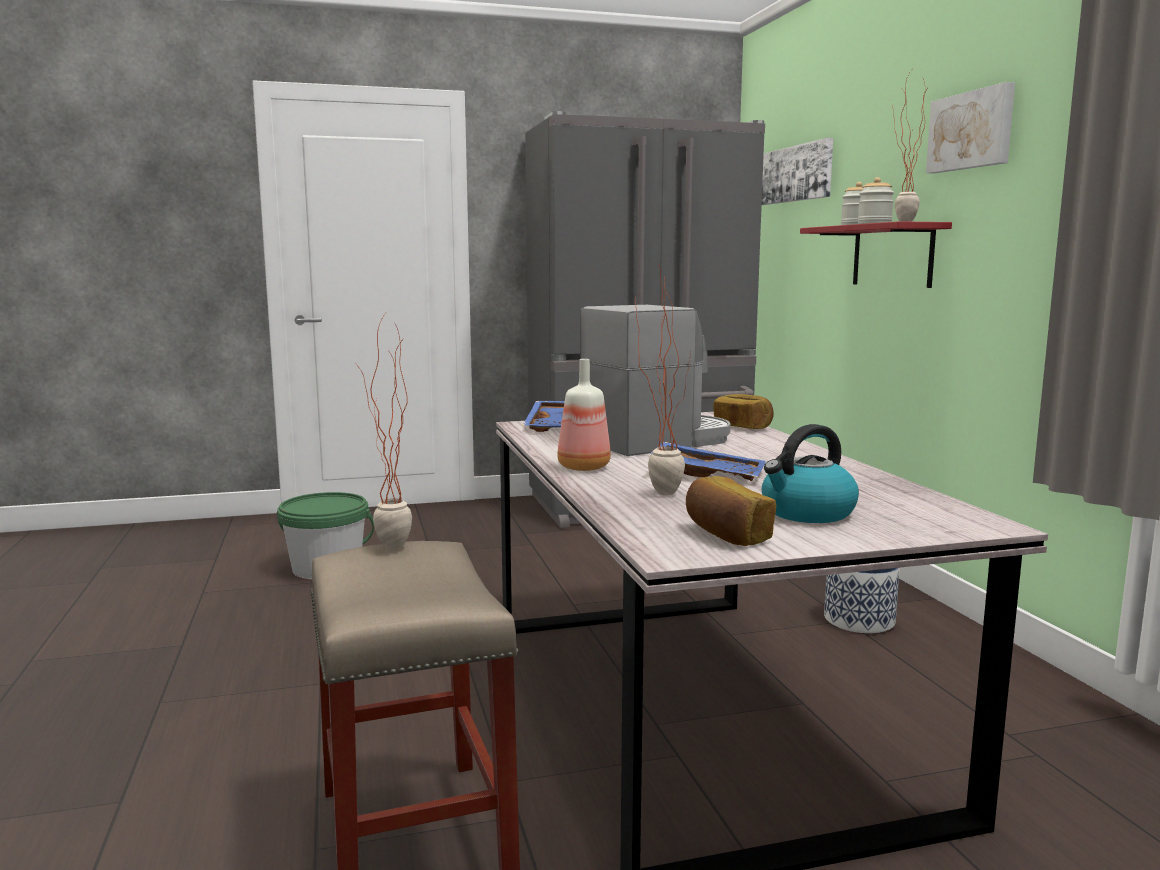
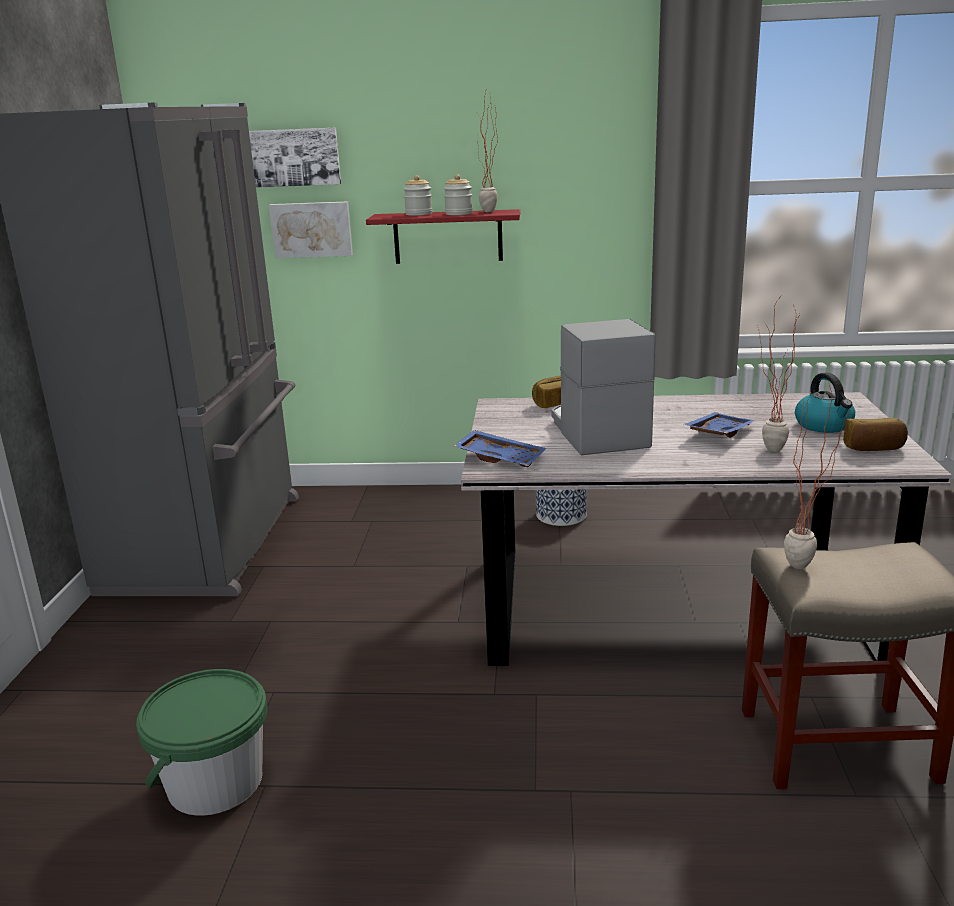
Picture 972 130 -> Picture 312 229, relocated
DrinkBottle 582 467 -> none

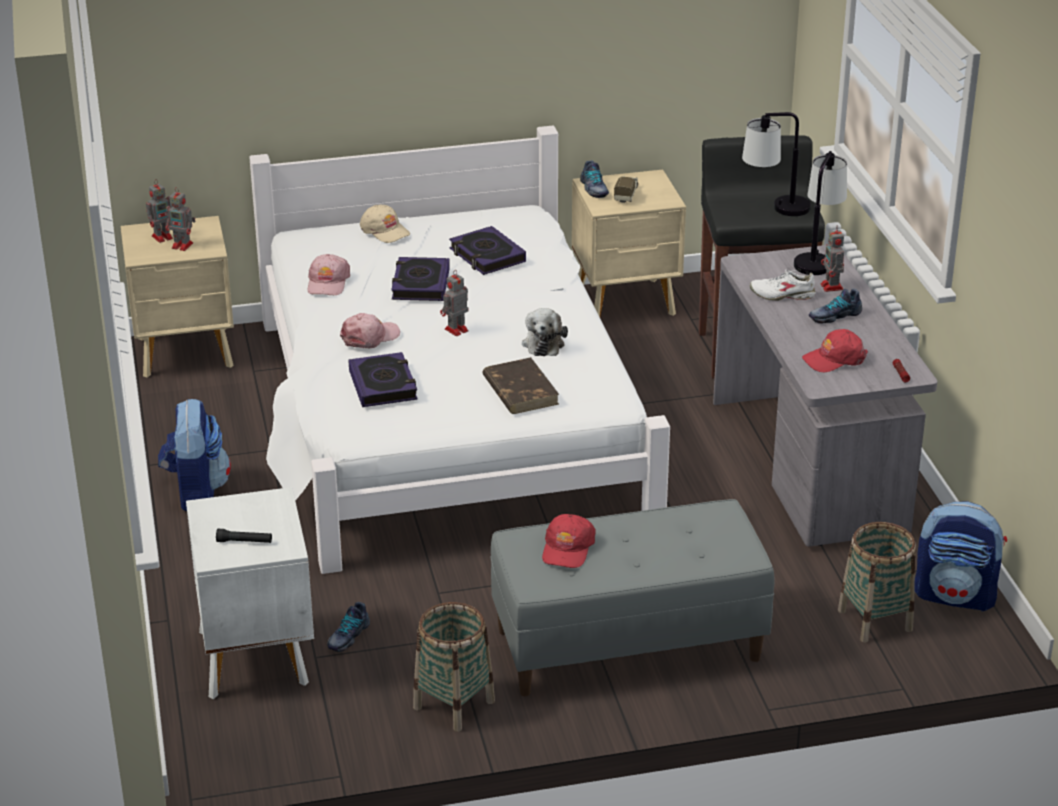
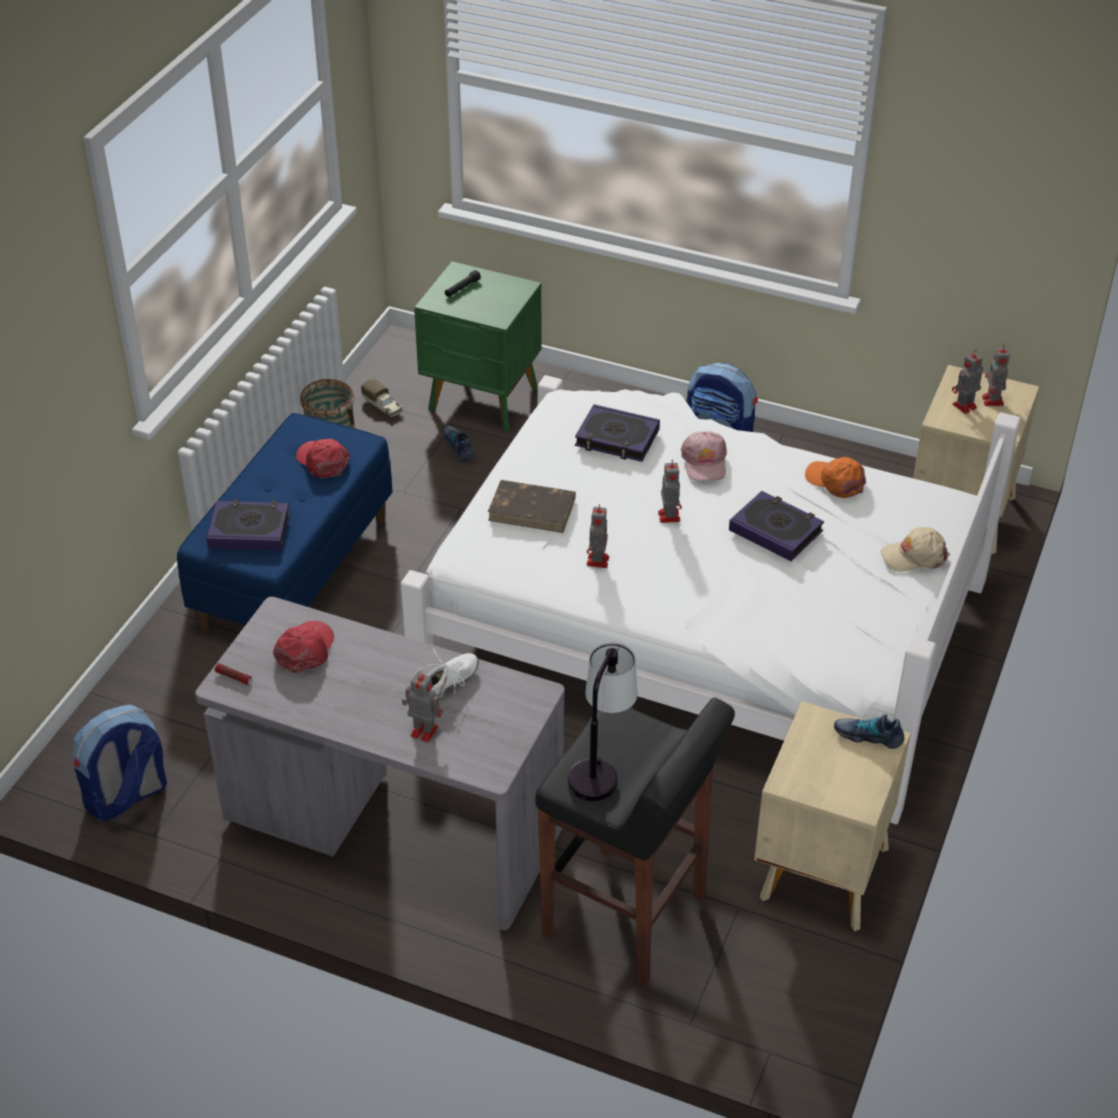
GrayIndoorBench 627 646 -> BluishIndoorBench 294 572
Volume 487 256 -> Volume 249 530, relocated
ToyLorry 626 194 -> ToyLorry 383 407, relocated
WhiteColouredNightTable 255 655 -> GreenishNightTable 484 400
SoftToy 543 343 -> ToyRobot 597 562
PinkishCap 328 282 -> OrangeCap 835 481
TableLamp 816 258 -> none
LowShoe 834 315 -> none
Basket 875 620 -> none

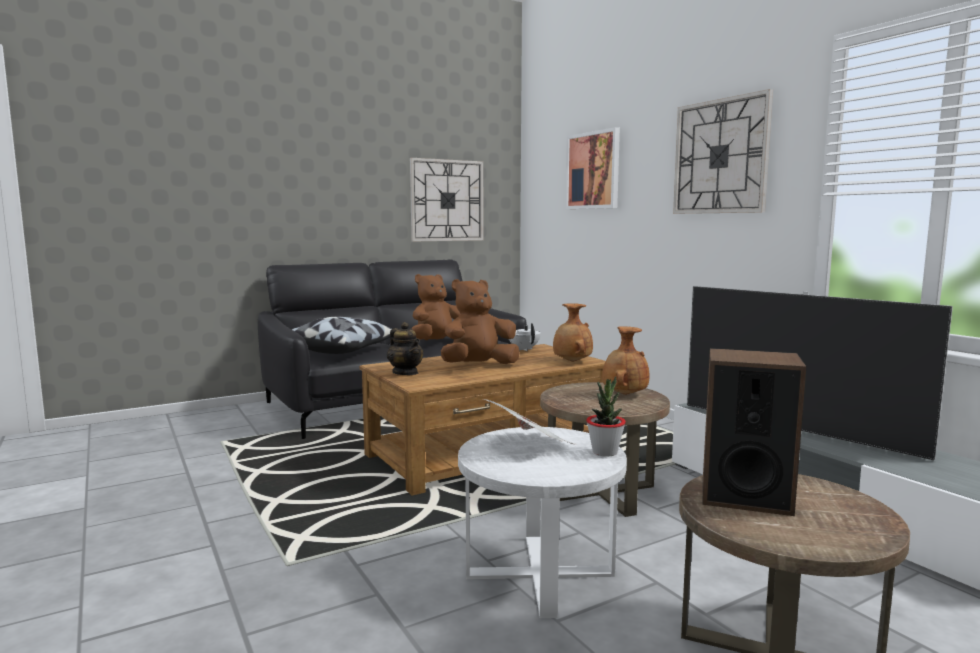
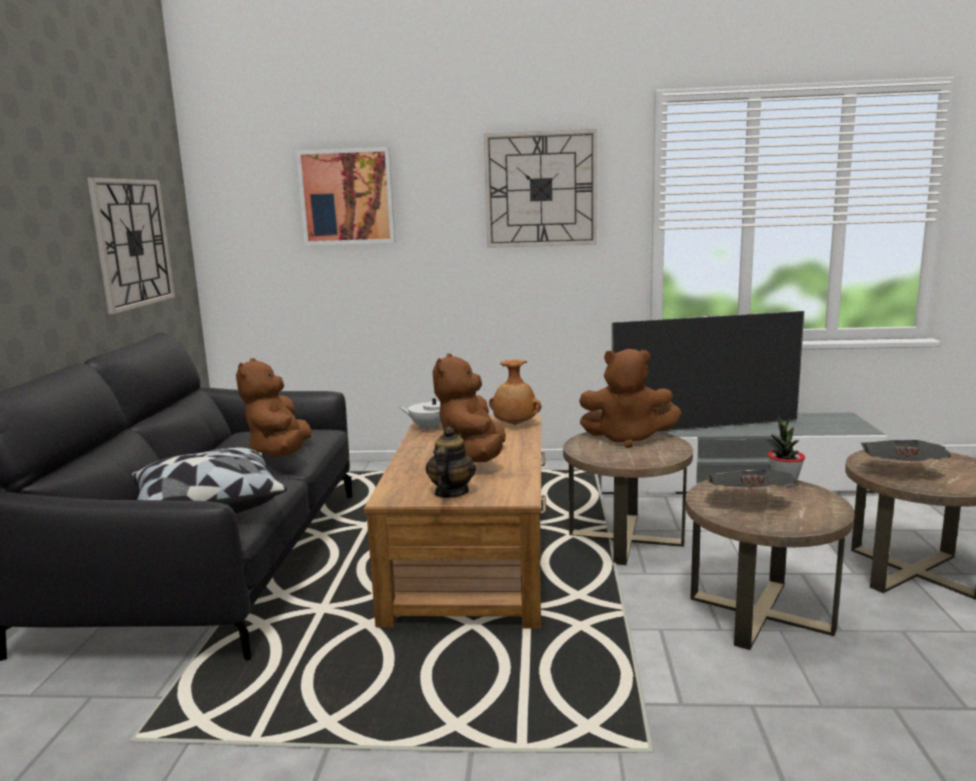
Teapot 405 373 -> Teapot 451 492, 75 degrees counterclockwise
BrownFlowerVase 624 394 -> BrownSoftToy 627 439
WhiteColouredAccentTable 539 573 -> BrownAccentTable 760 613
Speaker 745 496 -> DailyPaper 902 472

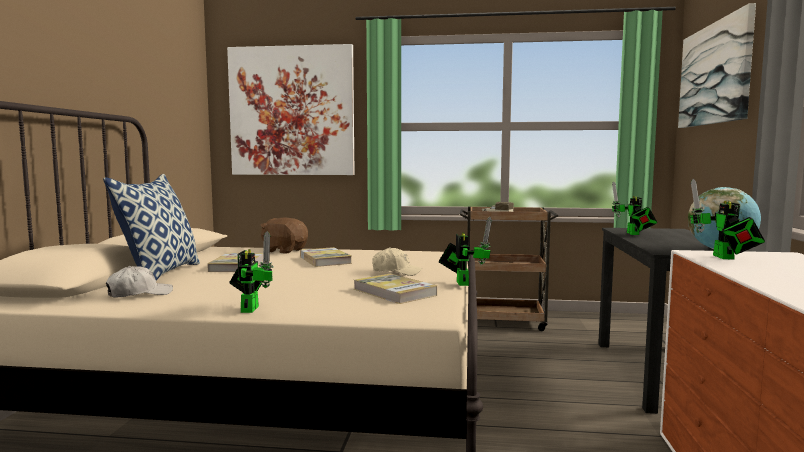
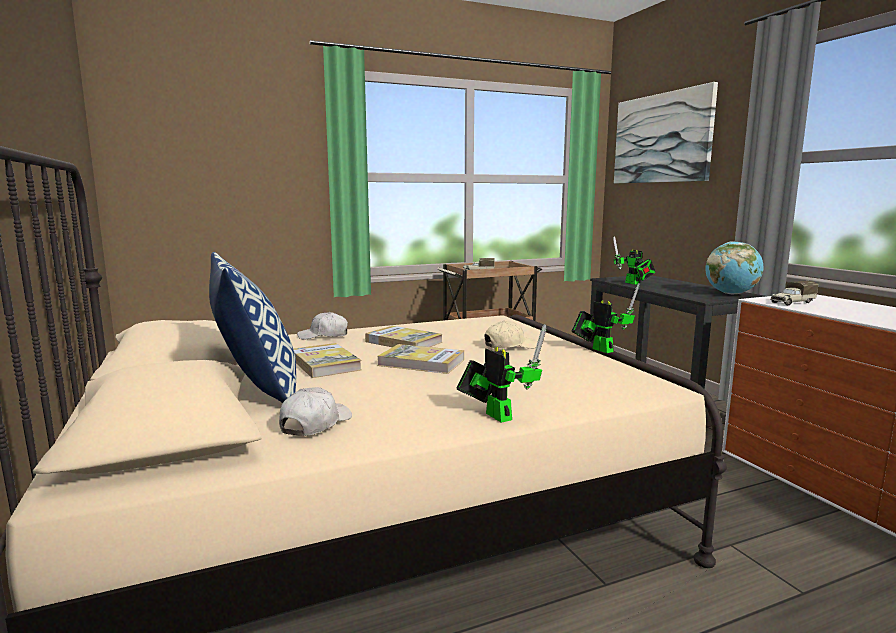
BrownSoftToy 284 250 -> WhiteColouredCap 324 336
Volume 394 292 -> Volume 421 363, relocated
ToyRobot 725 258 -> ToyLorry 791 303
Picture 292 111 -> none

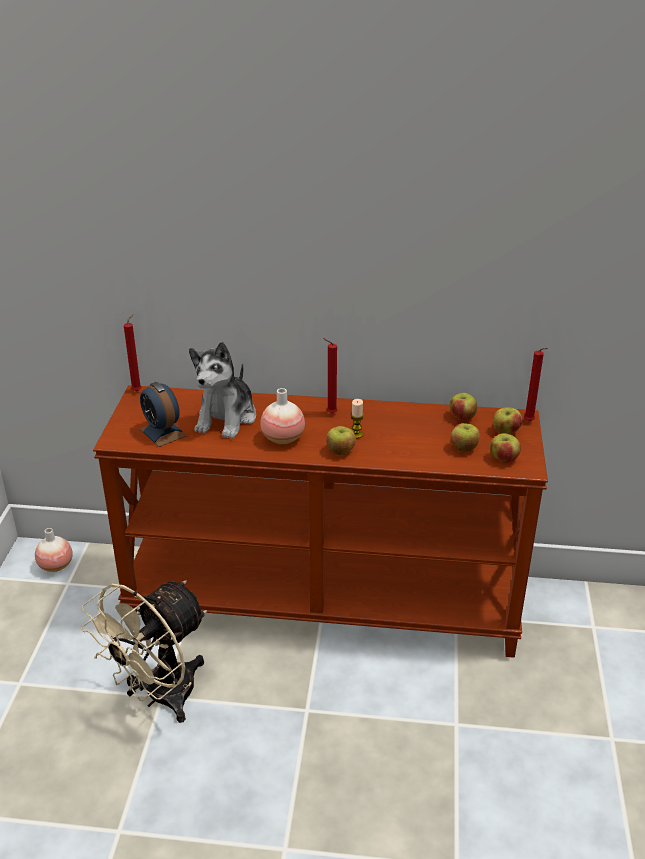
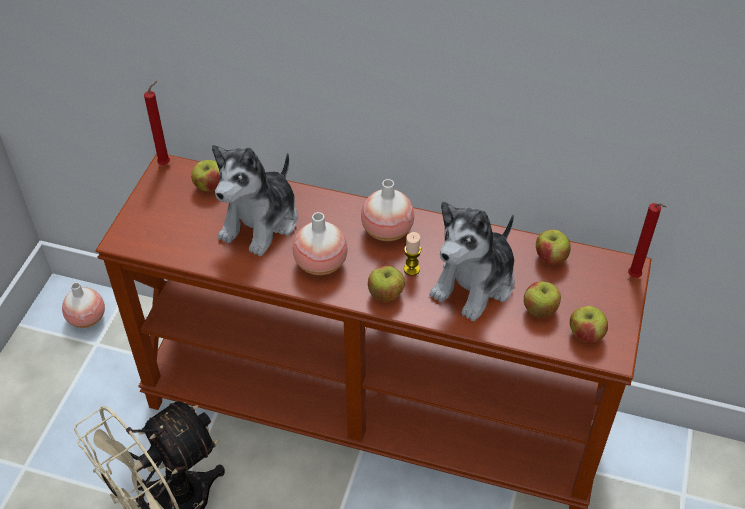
Apple 506 432 -> Apple 210 187, relocated
RedWaxCandle 330 413 -> FlowerVase 387 230
none -> SoftToy 475 283
BedsideClock 162 432 -> none

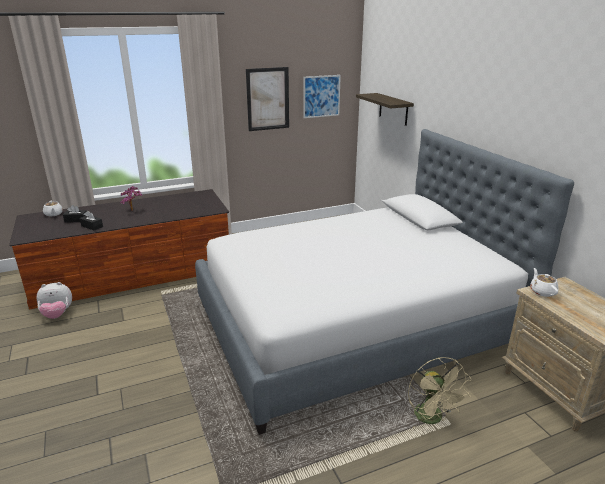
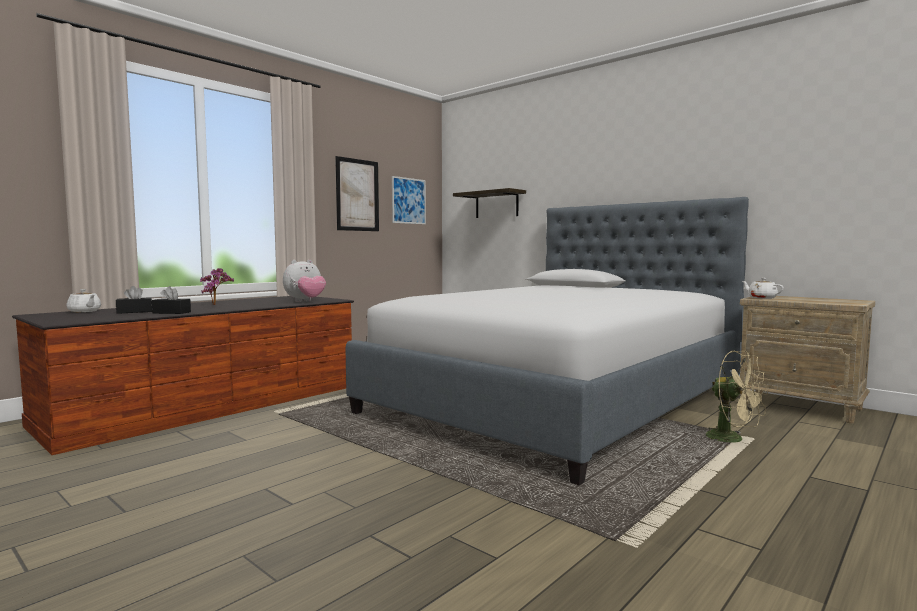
SoftToy 57 314 -> SoftToy 305 301, relocated

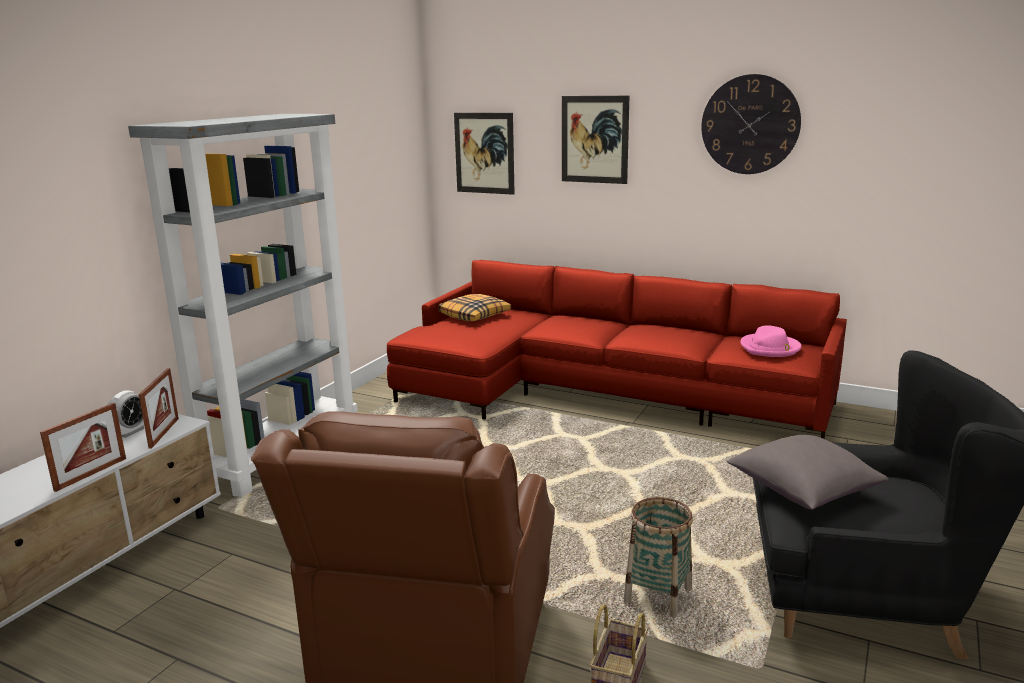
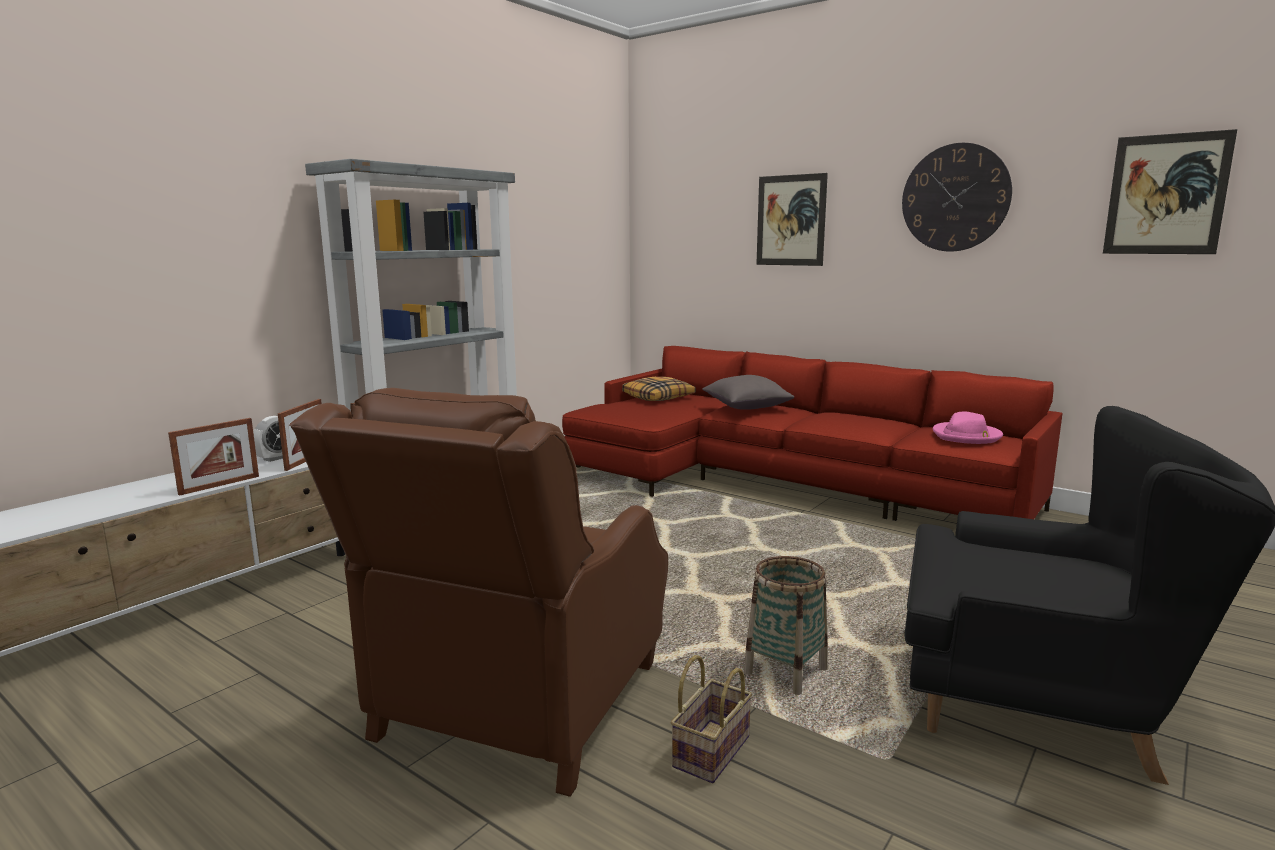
GrayPillow 802 491 -> GrayPillow 746 407, relocated
Picture 484 153 -> Picture 1166 194, relocated

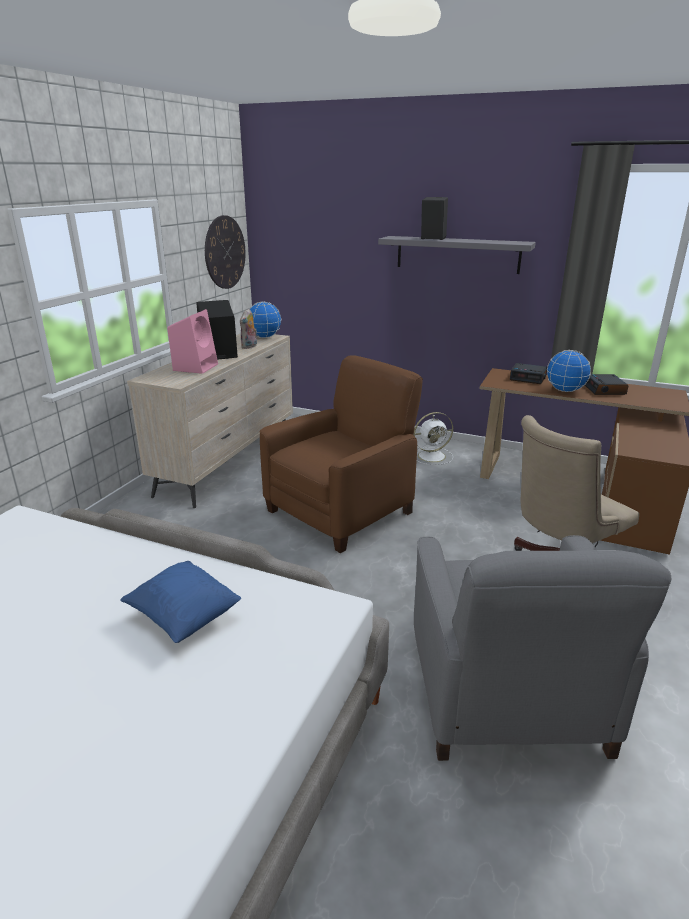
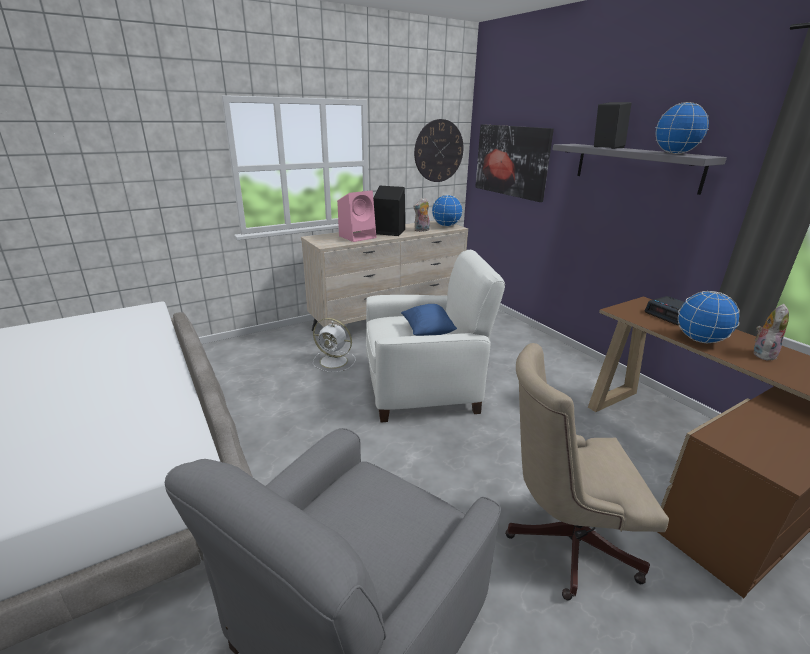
WhiteColouredFan 433 456 -> WhiteColouredFan 335 361, relocated
BrownArmchair 341 511 -> WhiteColouredArmchair 423 388
BluishPillow 184 617 -> BluishPillow 427 332, relocated
none -> Picture 511 161
none -> WorldGlobe 674 153
BedsideClock 605 389 -> SoftToy 762 353

